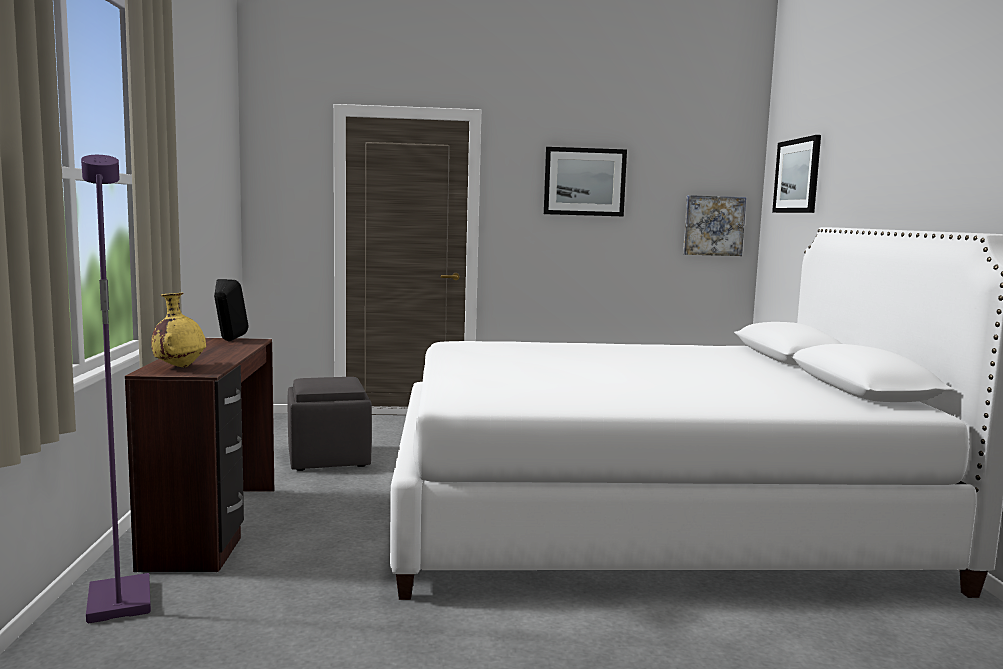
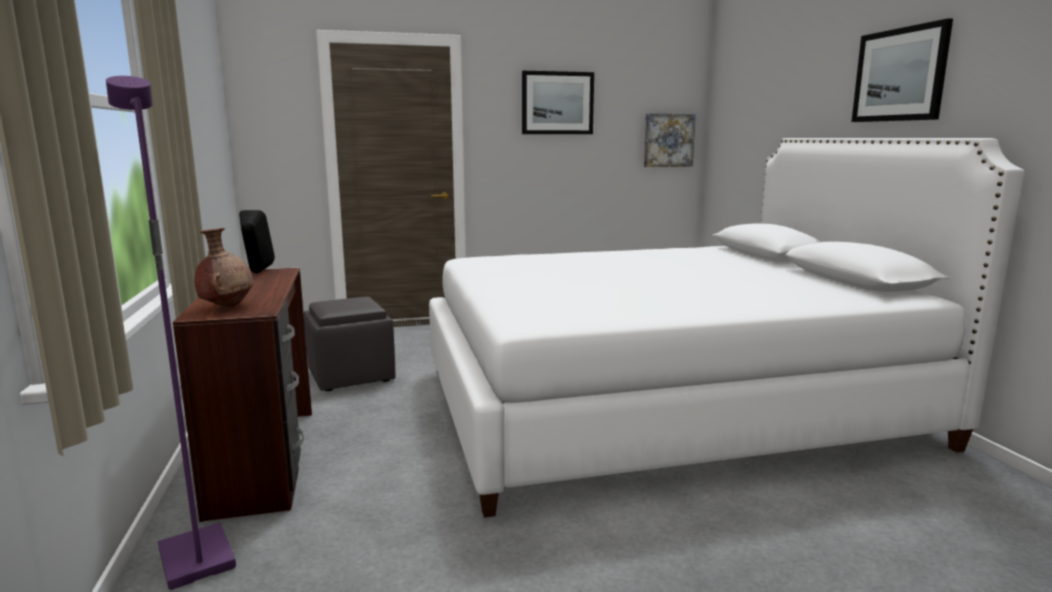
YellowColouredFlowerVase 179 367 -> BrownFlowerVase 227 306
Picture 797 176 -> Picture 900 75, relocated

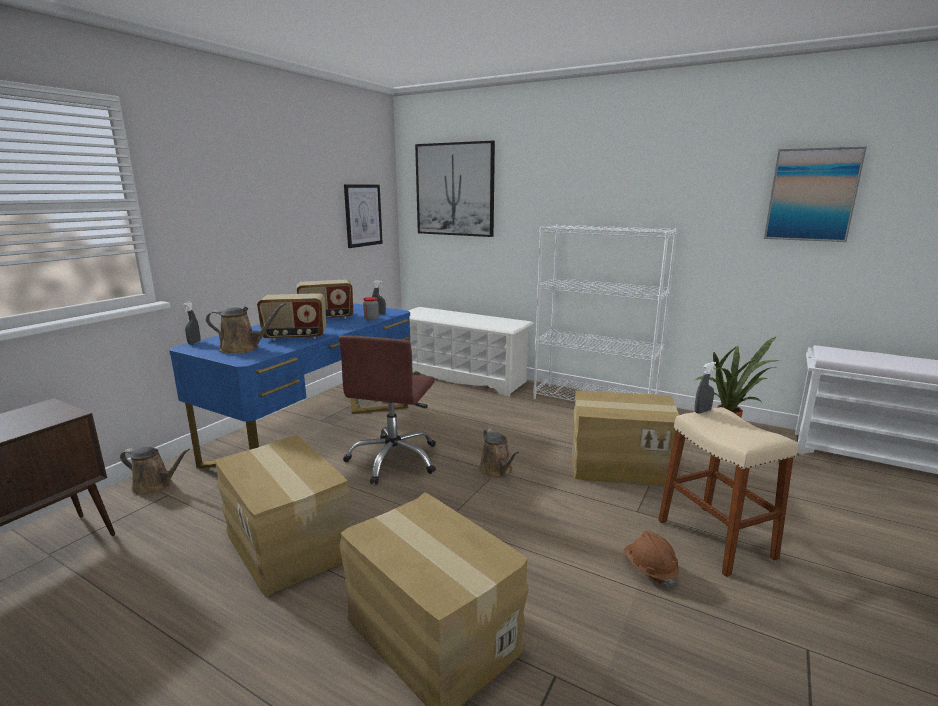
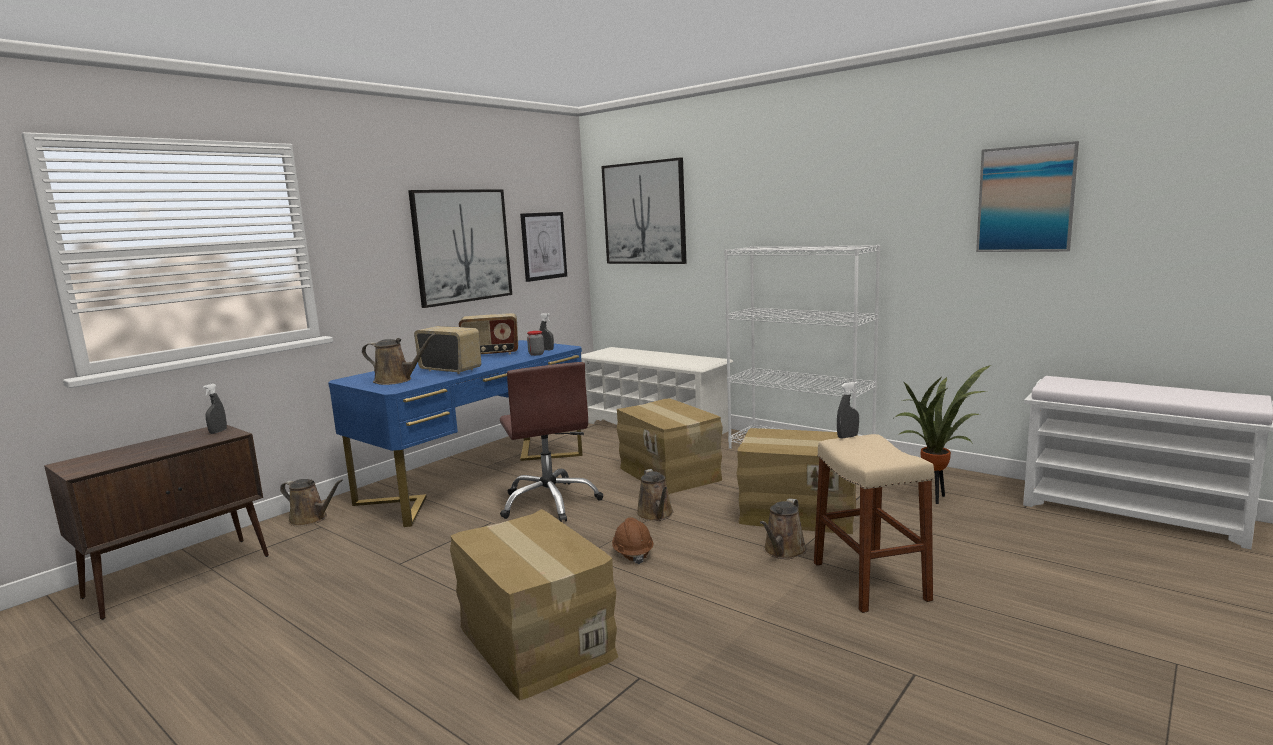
GrayHandSprayer 194 343 -> GrayHandSprayer 218 431, relocated
none -> Picture 462 246
RadioSet 295 336 -> RadioSet 451 370, 150 degrees counterclockwise
BrownDeskChair 394 459 -> BrownDeskChair 550 502, 45 degrees counterclockwise
BrownSafetyHelmet 649 569 -> BrownSafetyHelmet 632 553, relocated
CardboardBox 289 543 -> CardboardBox 670 473, relocated
none -> BrownSprinklingCan 783 551

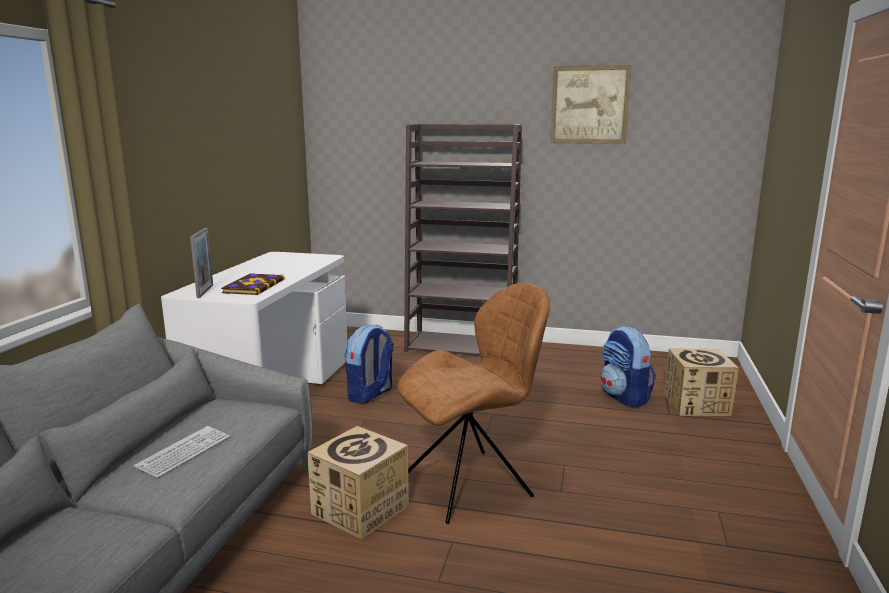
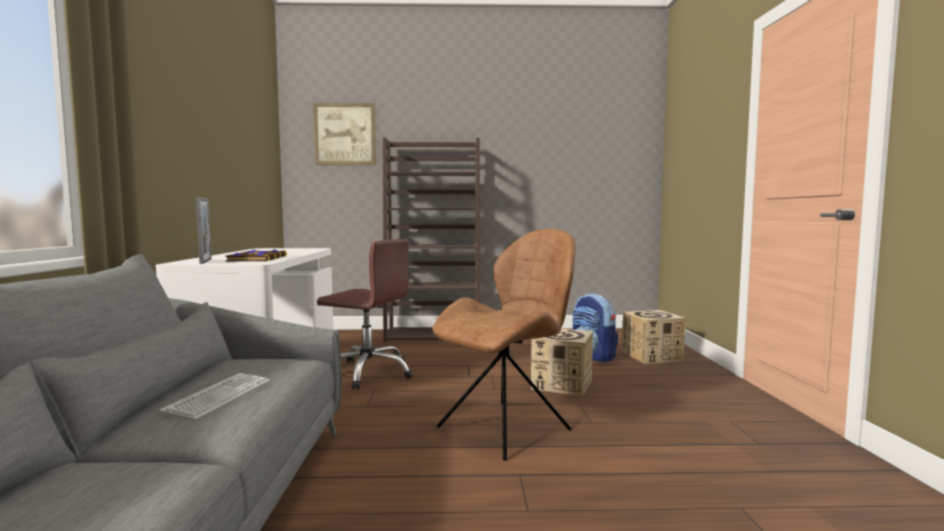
Picture 589 105 -> Picture 345 134, relocated
Rucksack 370 394 -> BrownDeskChair 368 373
CardboardBox 360 510 -> CardboardBox 562 384, relocated

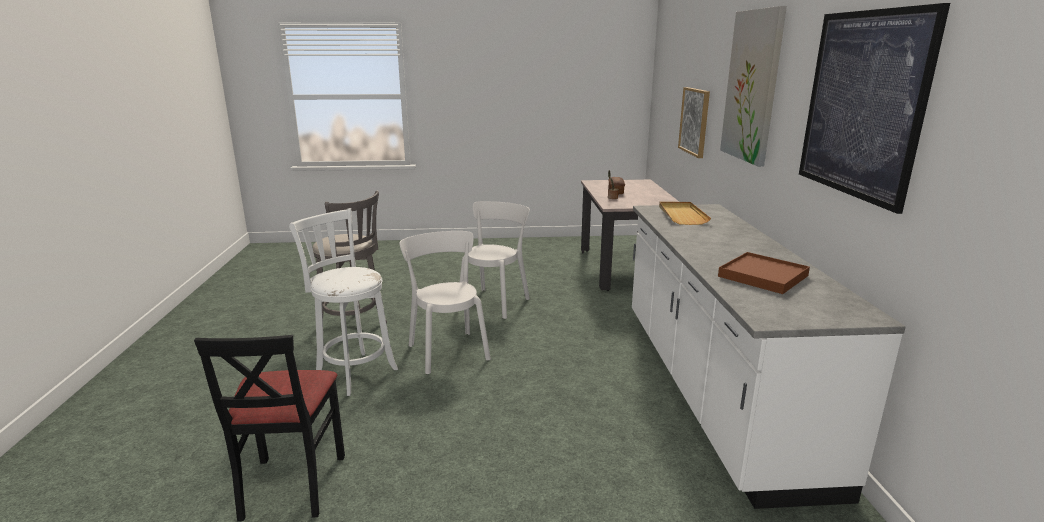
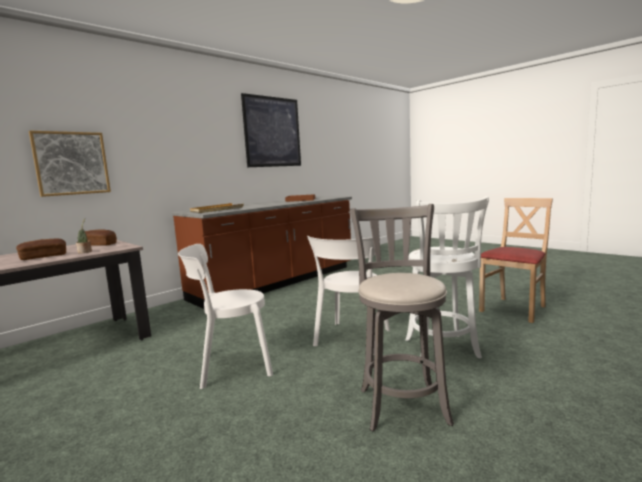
none -> BakeryBread 99 244
WhiteColouredCounter 713 389 -> BrownCounter 277 282
BlackPlainChair 291 485 -> BeigeColouredPlainChair 514 309
Picture 752 86 -> none

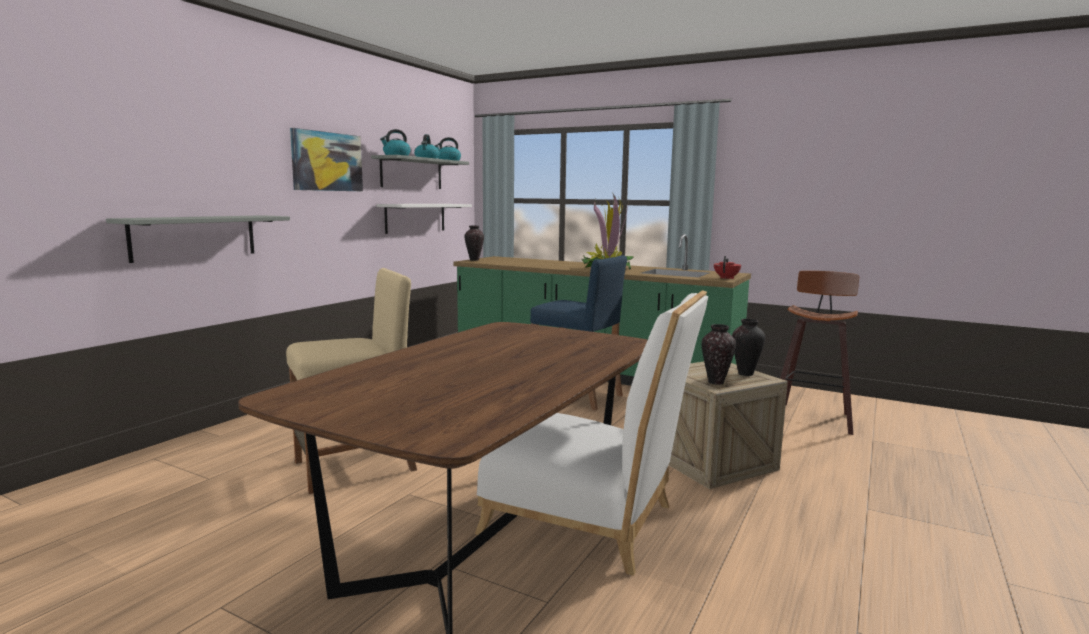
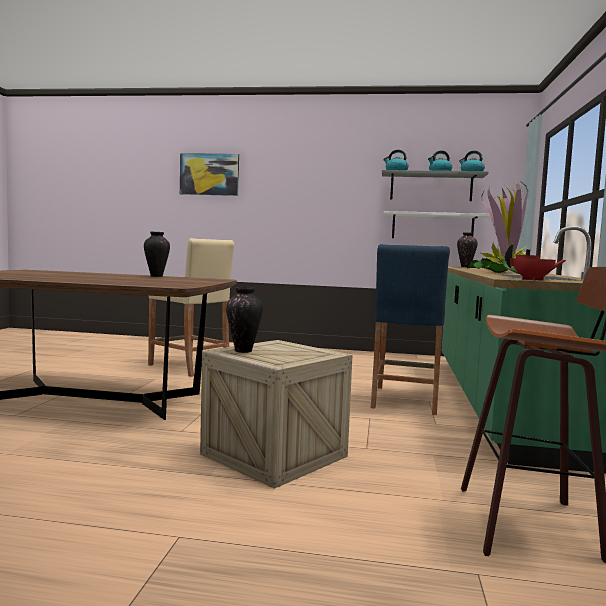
FlowerVase 745 374 -> FlowerVase 156 276, relocated
Picture 327 161 -> Picture 209 174, relocated
GrayWallShelf 194 237 -> none
WhiteColouredPlainChair 589 522 -> none

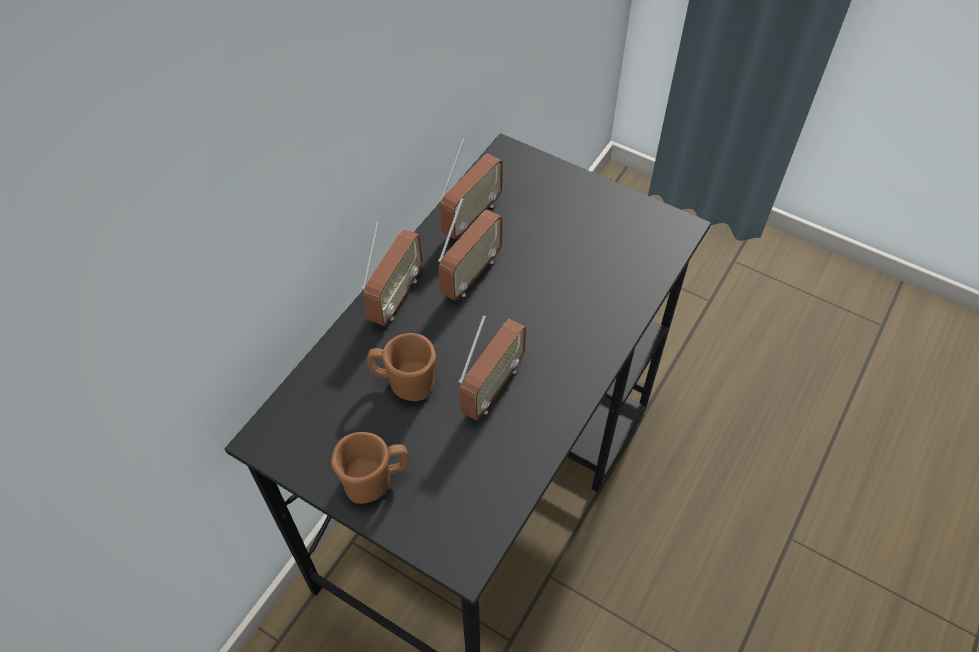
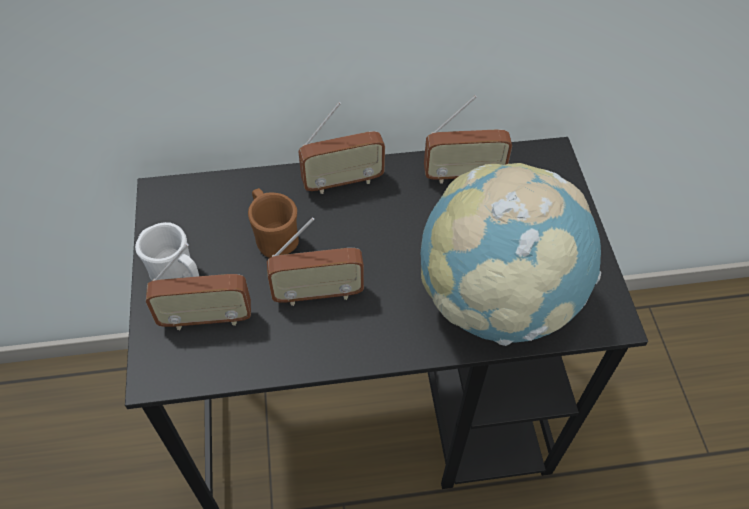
BrownMug 375 480 -> WhiteColouredMug 178 276
RadioSet 471 275 -> RadioSet 206 318, relocated
none -> WorldGlobe 496 300

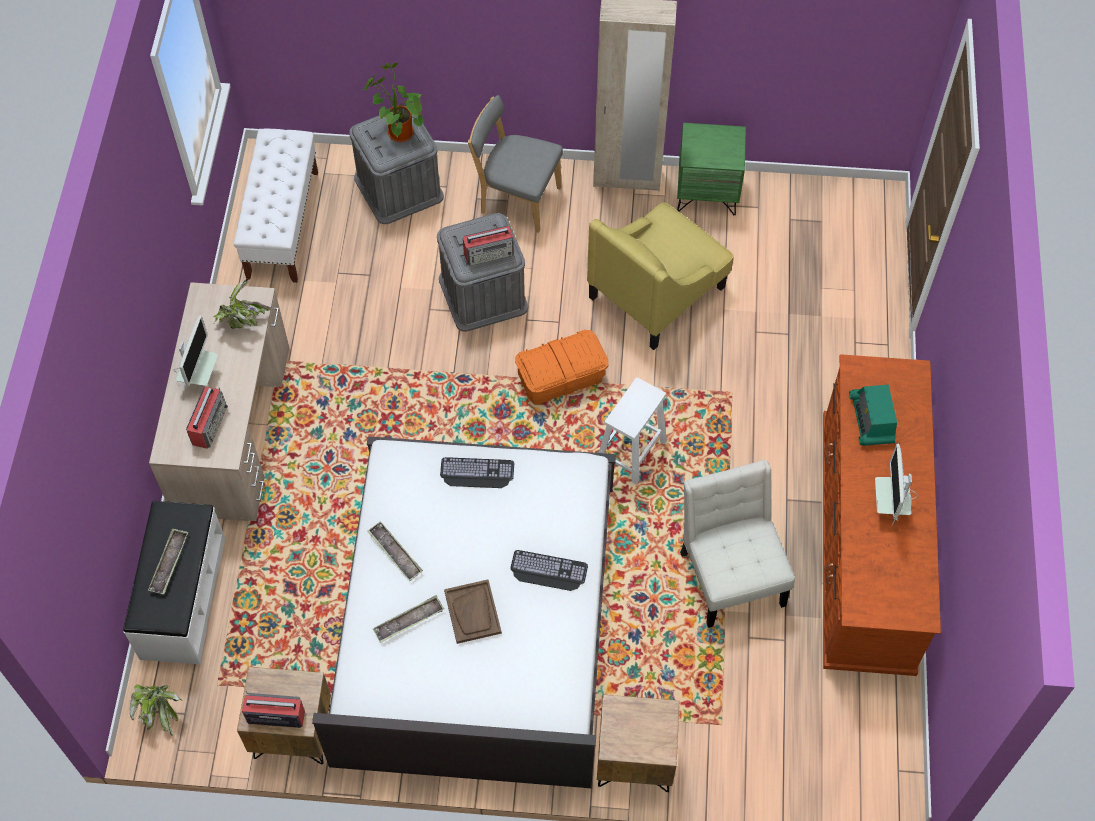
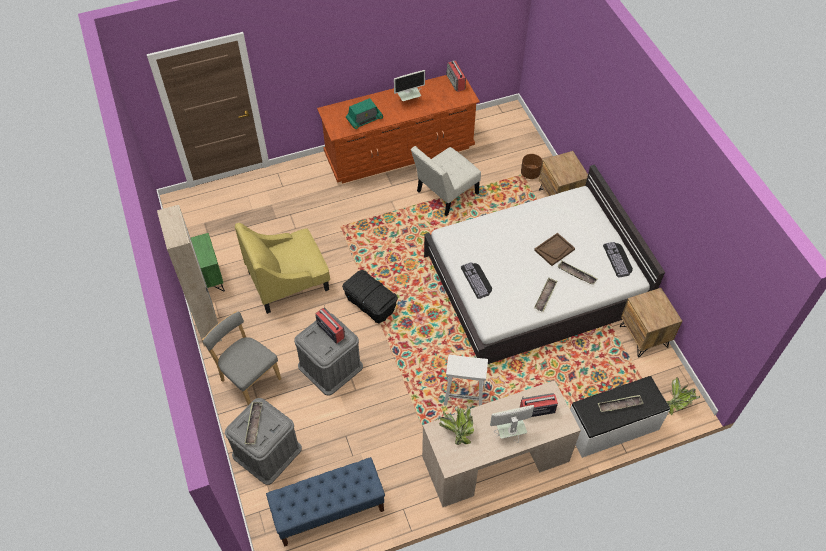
GrayPlainChair 516 199 -> GrayPlainChair 249 378, 135 degrees clockwise
YellowColouredArmchair 657 291 -> YellowColouredArmchair 288 280, 135 degrees clockwise
PlantInAPot 398 132 -> Tray 254 424
WhiteColouredIndoorBench 282 224 -> BluishIndoorBench 328 511
OrangeStorageContainer 561 378 -> BlackStorageContainer 370 304
WhiteColouredSittingStool 631 453 -> WhiteColouredSittingStool 465 394, relocated
RadioSet 275 716 -> RadioSet 456 82, relocated
none -> BrownFlowerPot 530 173
PcKeyboard 547 572 -> PcKeyboard 619 259, relocated

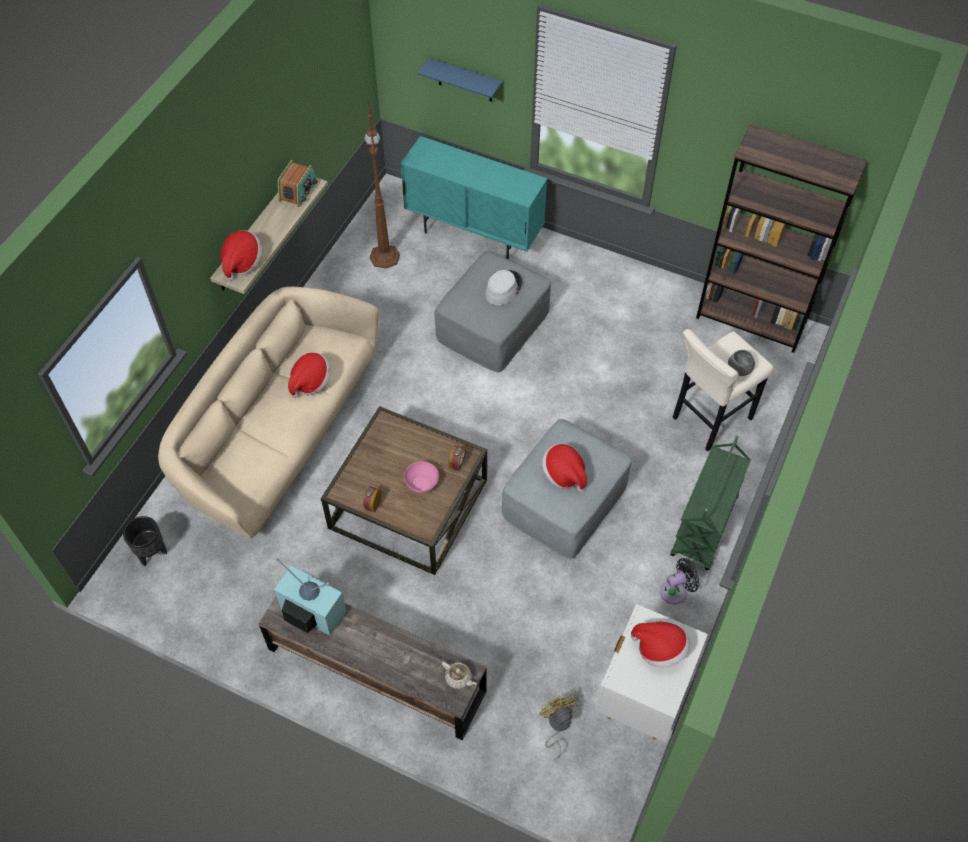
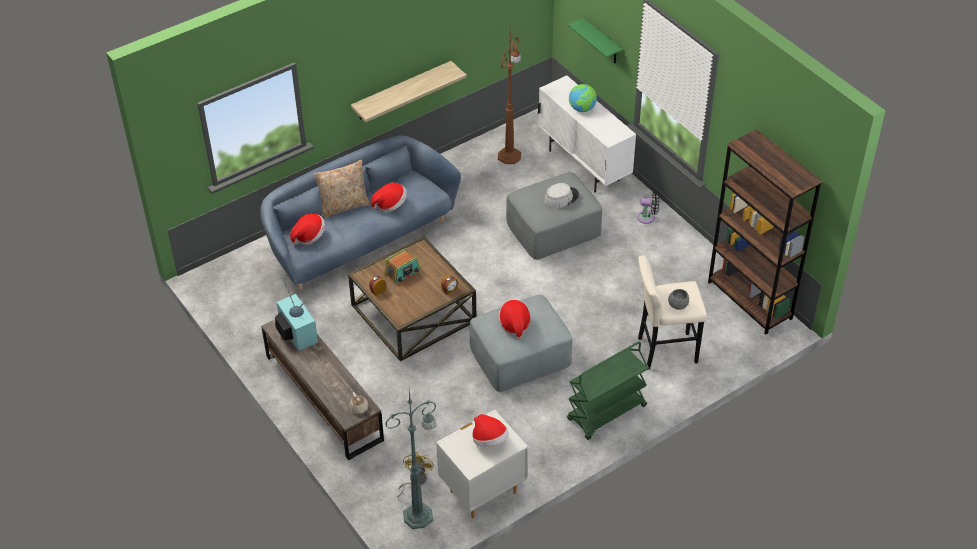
BeigeColouredSofa 278 436 -> BluishSofa 358 238
WearableHat 242 263 -> WearableHat 309 236, relocated
none -> BeigeColouredPillow 344 206
RadioSet 298 191 -> RadioSet 402 272, relocated
none -> GreenishFloorLamp 419 515
TurquoiseColouredCabinet 474 235 -> WhiteColouredCabinet 584 166
BluishWallShelf 465 81 -> GreenishWallShelf 601 42
none -> WorldGlobe 582 109
BlackFan 676 591 -> BlackFan 648 217, relocated
BlackFlowerPot 152 553 -> none
PinkishDeepDish 422 483 -> none

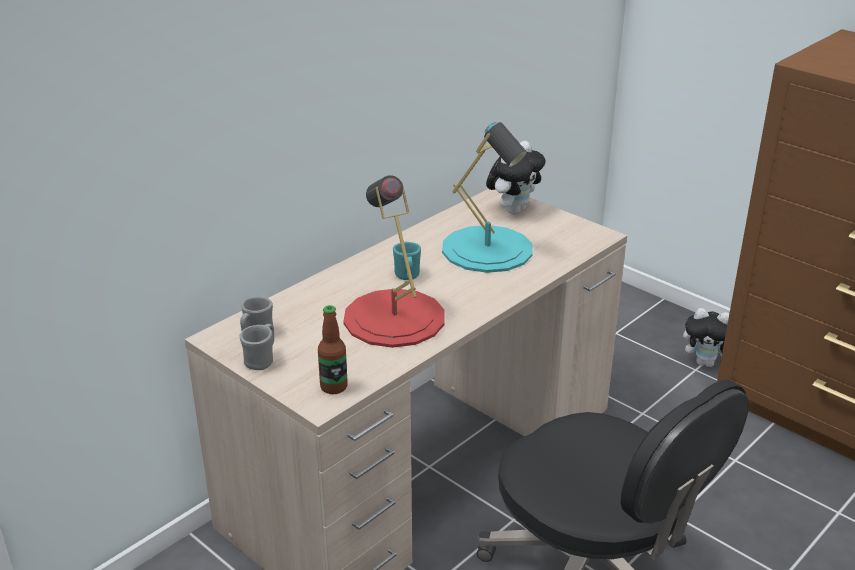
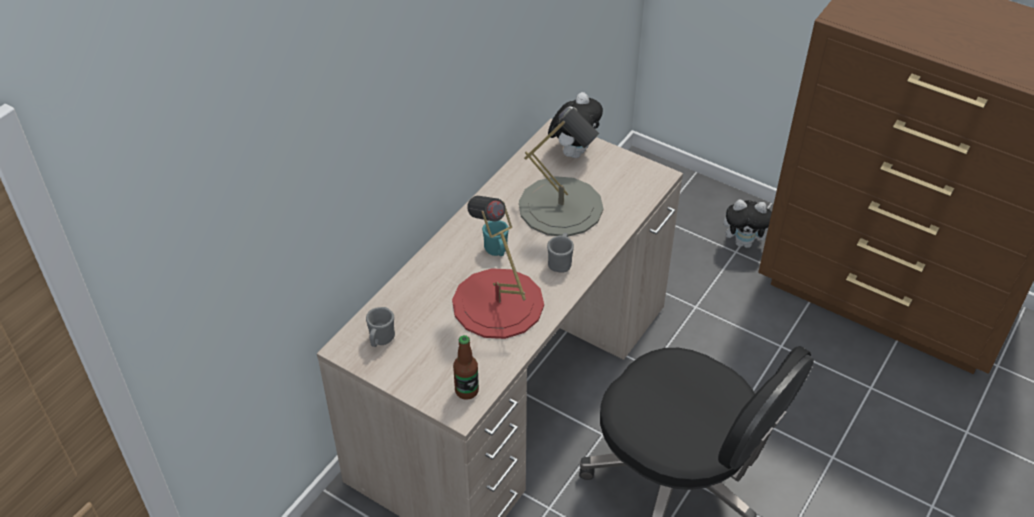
TurquoiseColouredTableLamp 487 249 -> GrayTableLamp 561 206
GrayMug 262 360 -> GrayMug 560 262, relocated

